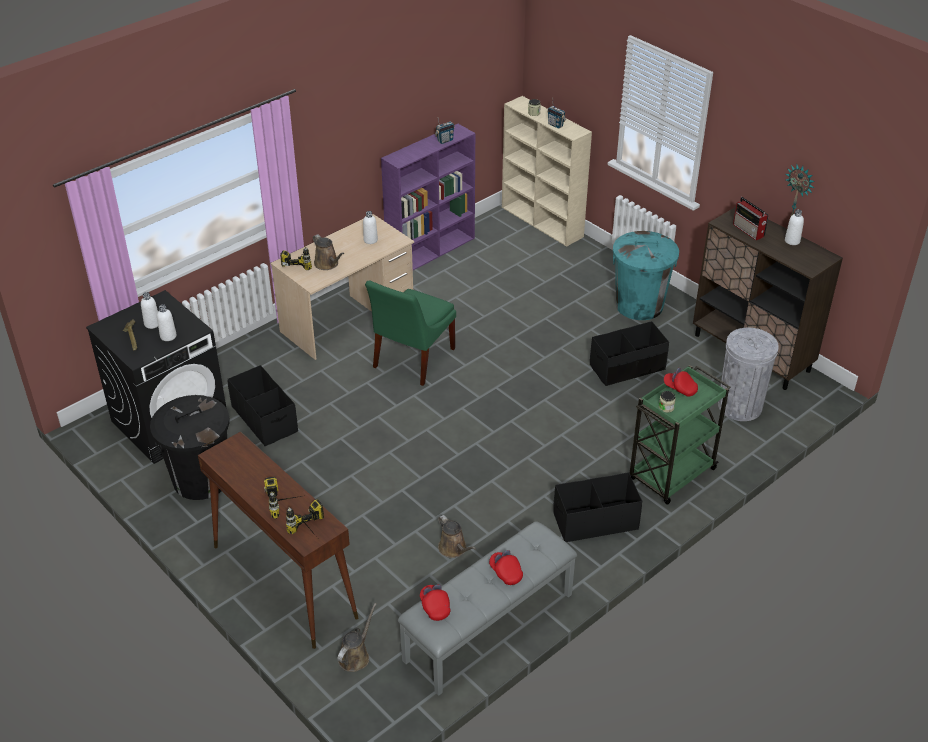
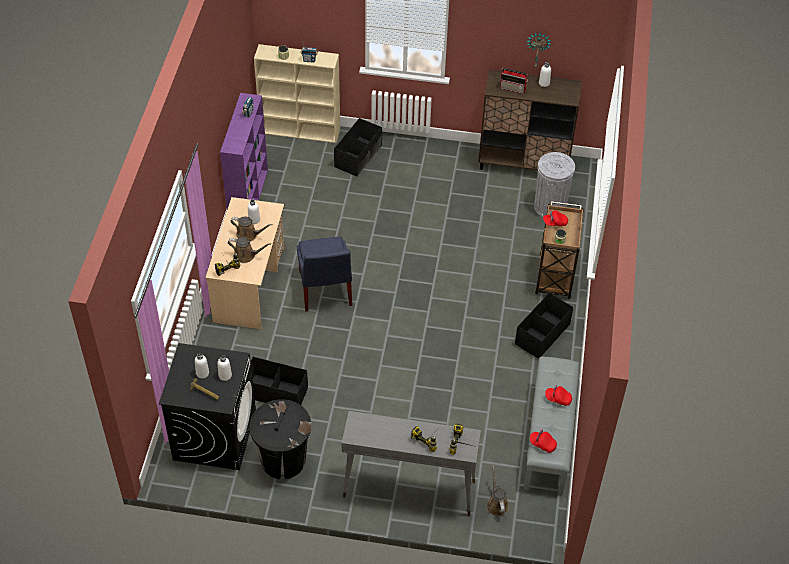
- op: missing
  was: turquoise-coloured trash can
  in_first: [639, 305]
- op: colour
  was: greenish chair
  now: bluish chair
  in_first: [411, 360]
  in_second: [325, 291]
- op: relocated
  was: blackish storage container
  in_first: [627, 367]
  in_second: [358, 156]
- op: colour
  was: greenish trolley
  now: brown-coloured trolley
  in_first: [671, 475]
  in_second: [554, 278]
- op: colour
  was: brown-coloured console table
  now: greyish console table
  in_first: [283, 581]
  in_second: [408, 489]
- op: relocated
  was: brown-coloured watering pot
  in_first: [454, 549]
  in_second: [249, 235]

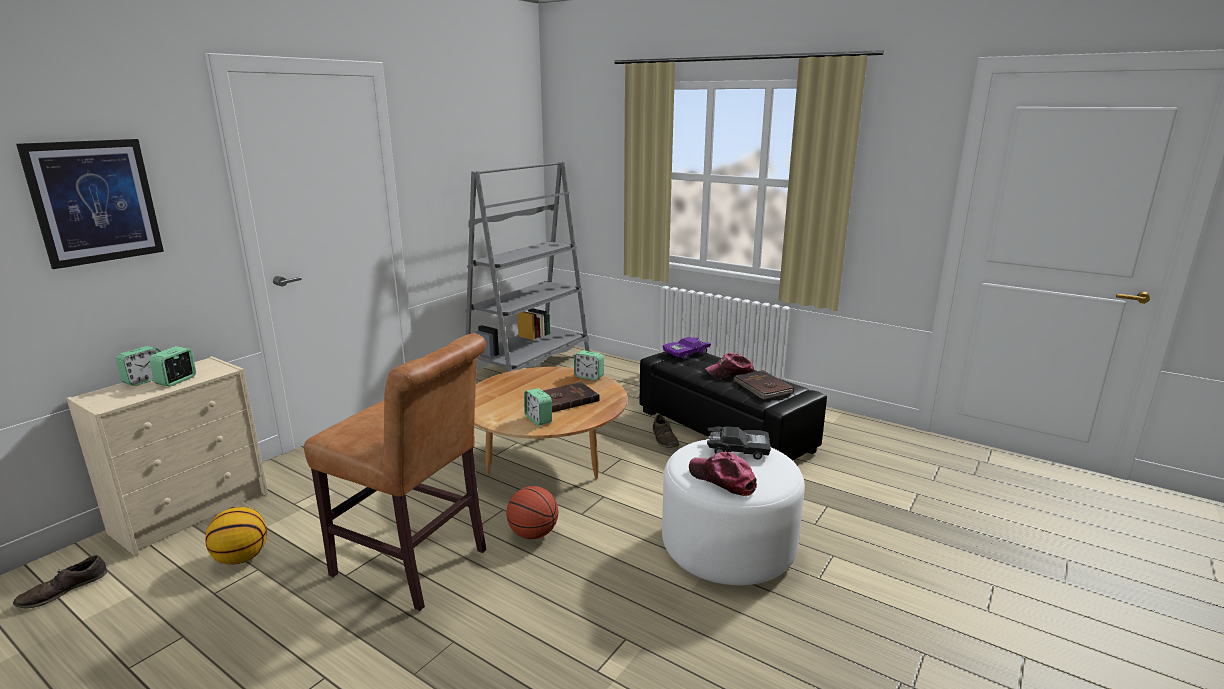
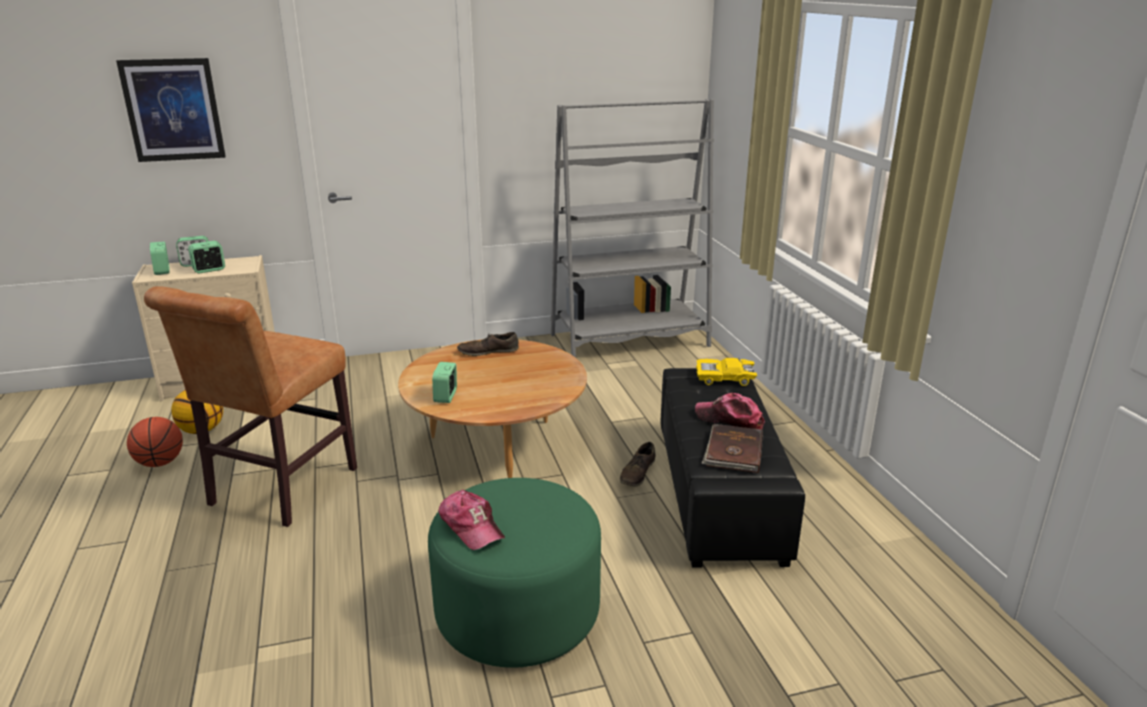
- op: spun
  was: brown-coloured chair
  in_first: [416, 565]
  in_second: [278, 490]
  clockwise: 45
- op: colour
  was: purple miniature car
  now: yellowish miniature car
  in_first: [686, 353]
  in_second: [725, 378]
- op: relocated
  was: table clock
  in_first: [589, 377]
  in_second: [162, 271]
- op: missing
  was: brown-coloured bound book
  in_first: [566, 399]
- op: missing
  was: blackish miniature car
  in_first: [737, 449]
- op: colour
  was: white-coloured pouffe
  now: greenish pouffe
  in_first: [728, 547]
  in_second: [517, 612]
- op: spun
  was: cap
  in_first: [722, 479]
  in_second: [471, 526]
  clockwise: 150
- op: relocated
  was: ball for basketball
  in_first: [533, 534]
  in_second: [160, 463]
- op: relocated
  was: brown-coloured low shoe
  in_first: [63, 590]
  in_second: [488, 351]

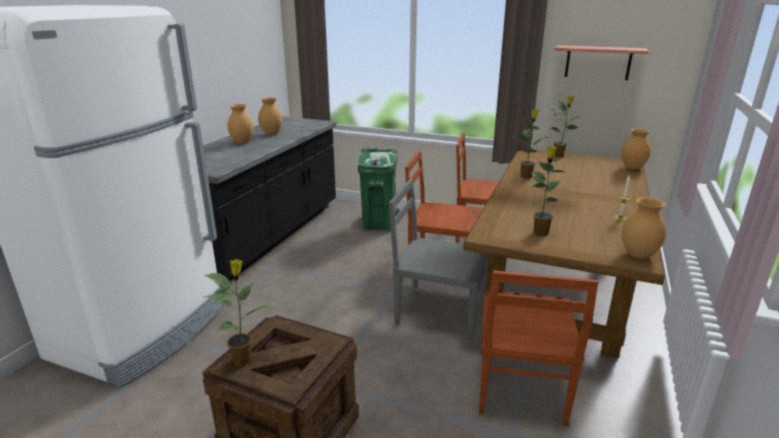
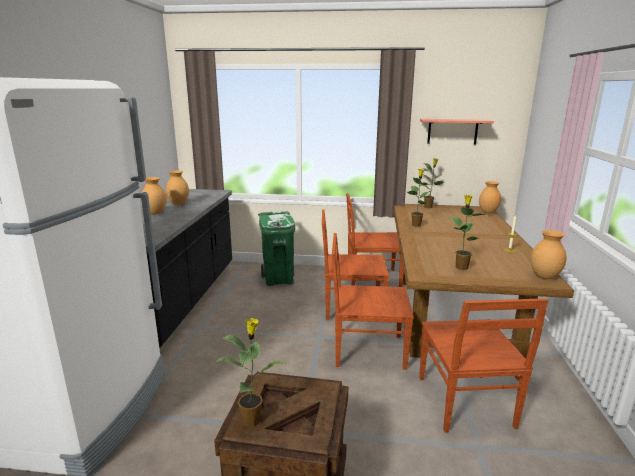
- op: colour
  was: greyish chair
  now: brown-coloured chair
  in_first: [437, 313]
  in_second: [367, 350]

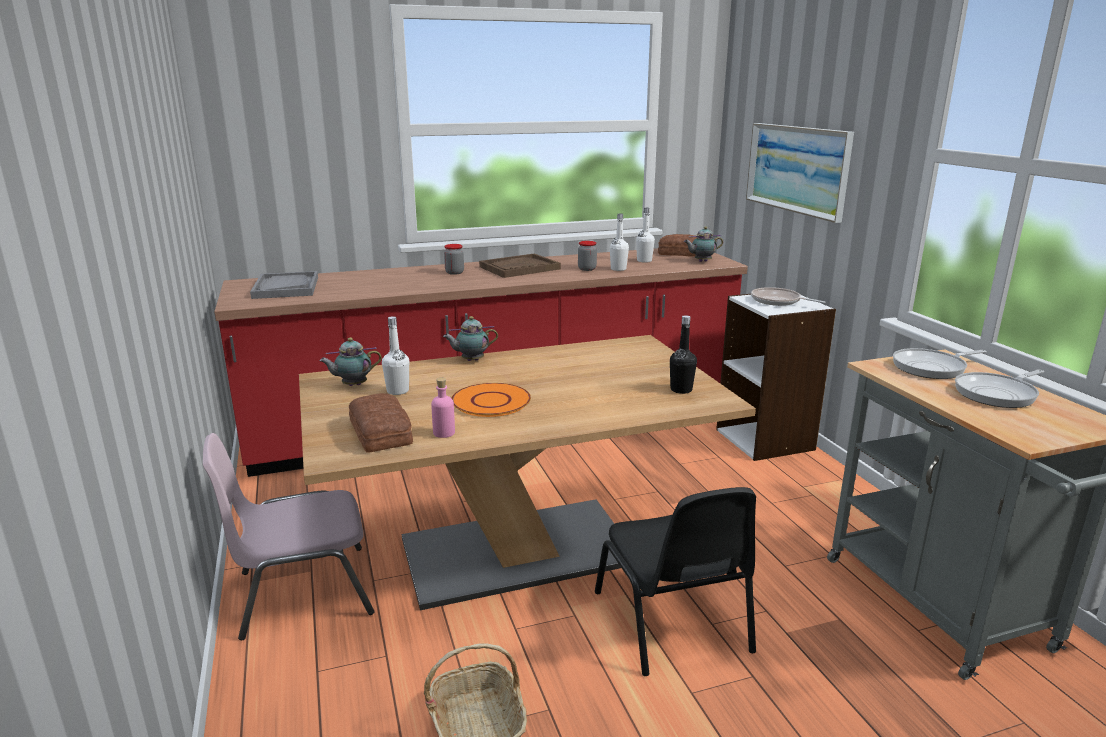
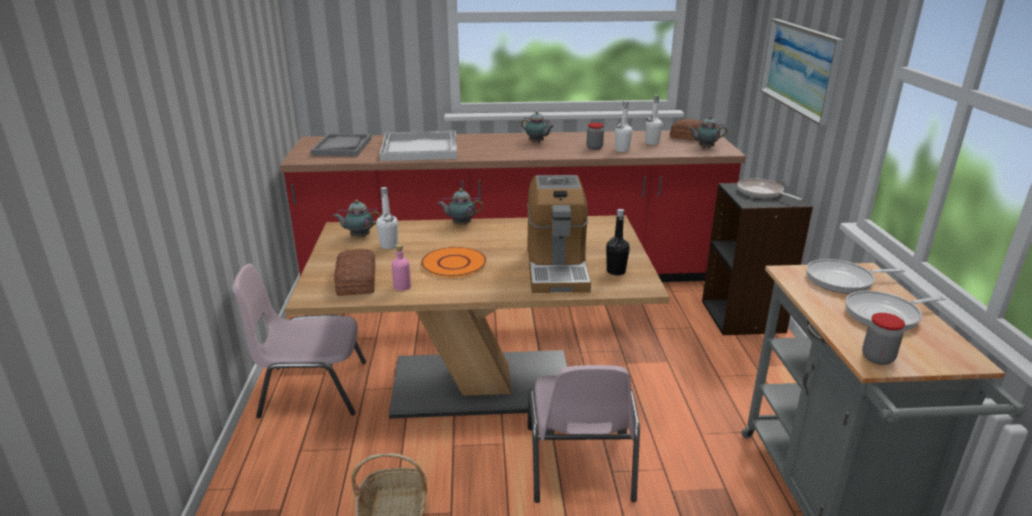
- op: relocated
  was: preserve jar
  in_first: [454, 272]
  in_second: [877, 358]
- op: exchanged
  was: brown-coloured tray
  now: tea pot
  in_first: [519, 268]
  in_second: [537, 142]
- op: colour
  was: white-coloured bookshelf
  now: blackish bookshelf
  in_first: [765, 439]
  in_second: [743, 316]
- op: colour
  was: blackish chair
  now: pink chair
  in_first: [673, 622]
  in_second: [579, 464]
- op: appeared
  now: white-coloured tray
  in_second: [419, 148]
- op: appeared
  now: coffee brewer
  in_second: [557, 268]

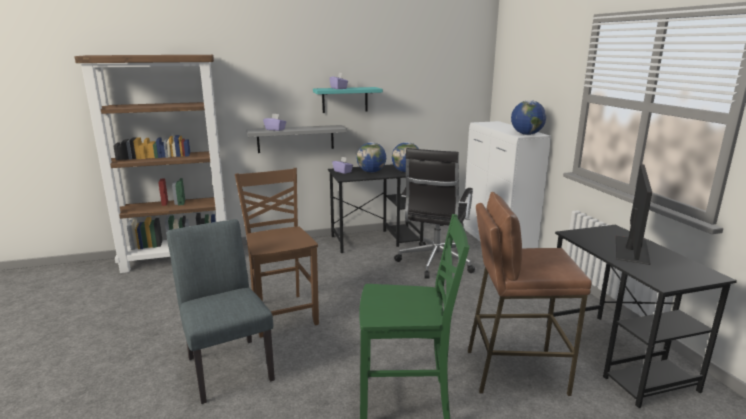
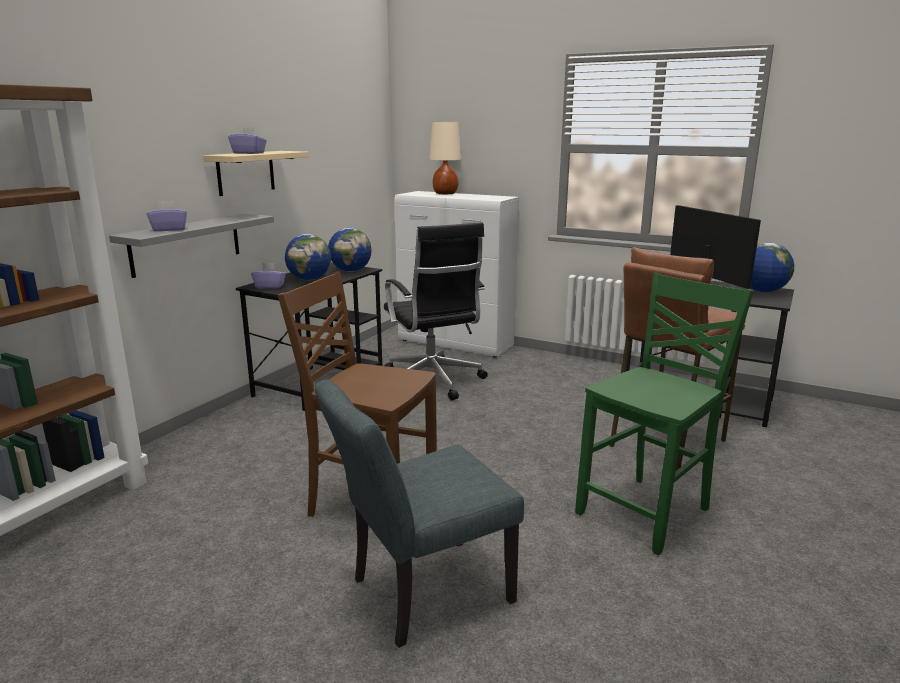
- op: colour
  was: turquoise-coloured shelf
  now: beige-coloured shelf
  in_first: [345, 100]
  in_second: [246, 172]
- op: relocated
  was: desk globe
  in_first: [526, 134]
  in_second: [762, 291]
- op: spun
  was: greyish chair
  in_first: [227, 364]
  in_second: [420, 594]
  clockwise: -45
- op: appeared
  now: beige-coloured lamp for a table
  in_second: [445, 194]

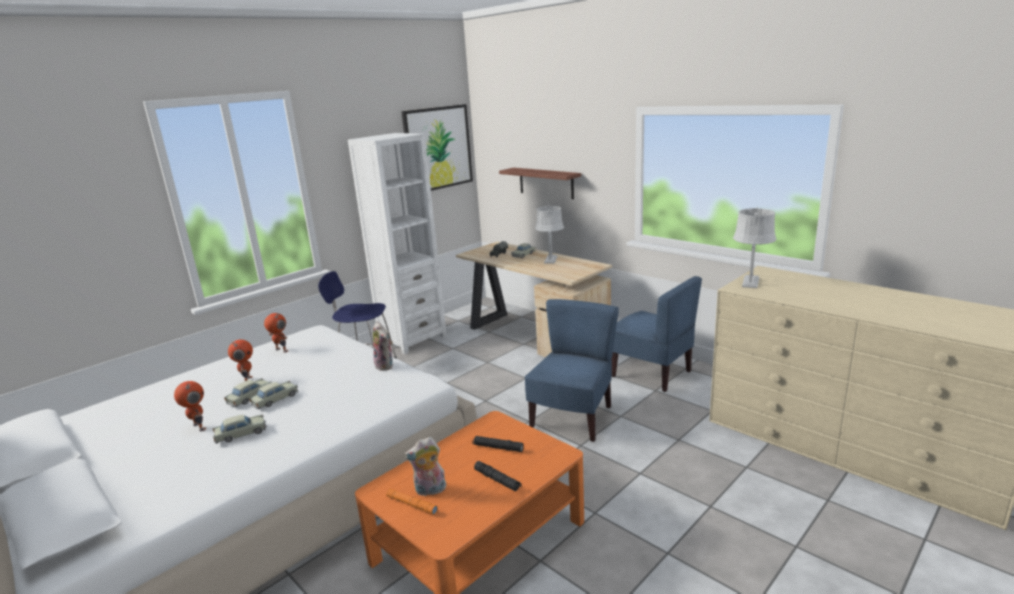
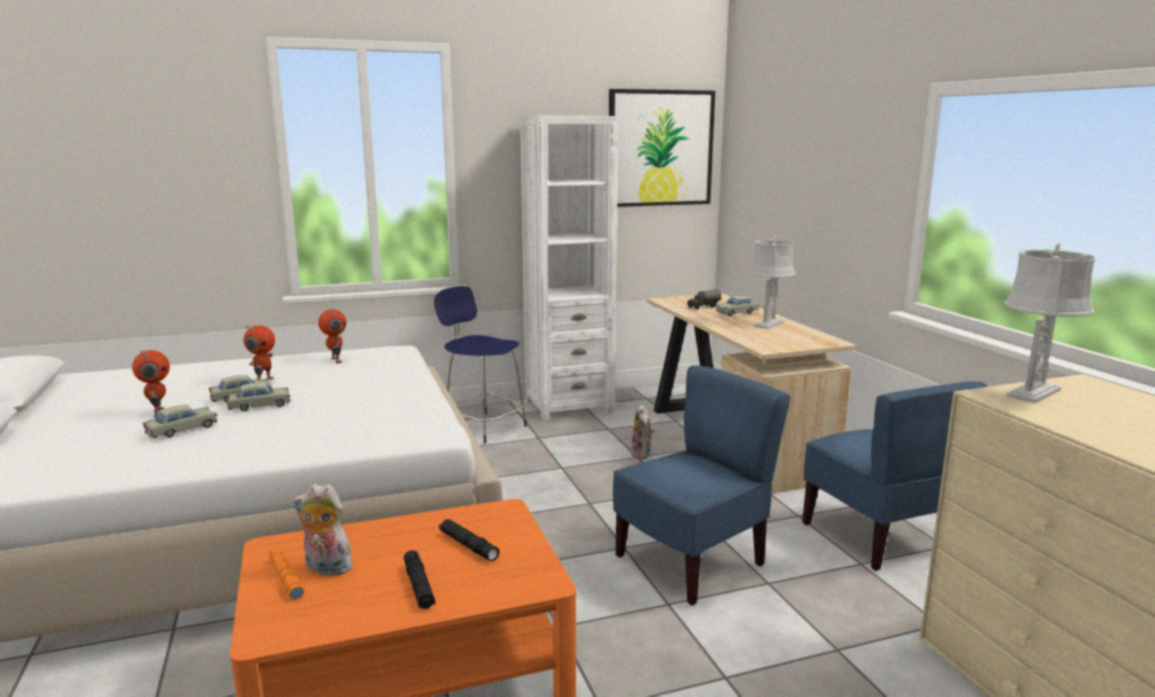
- op: missing
  was: shelf
  in_first: [546, 183]
- op: relocated
  was: cuddly toy
  in_first: [386, 365]
  in_second: [642, 455]
- op: spun
  was: beige-coloured miniature car
  in_first: [241, 434]
  in_second: [182, 430]
  clockwise: -45

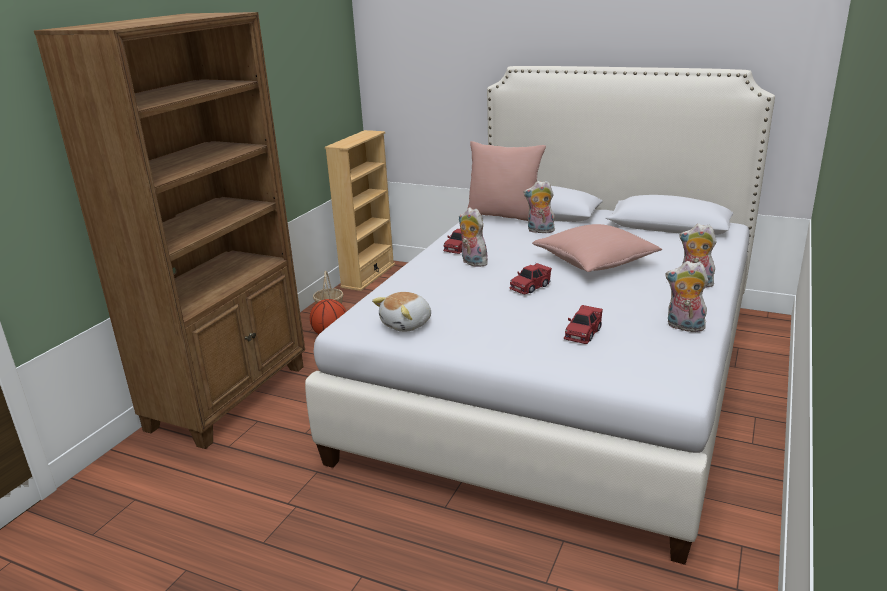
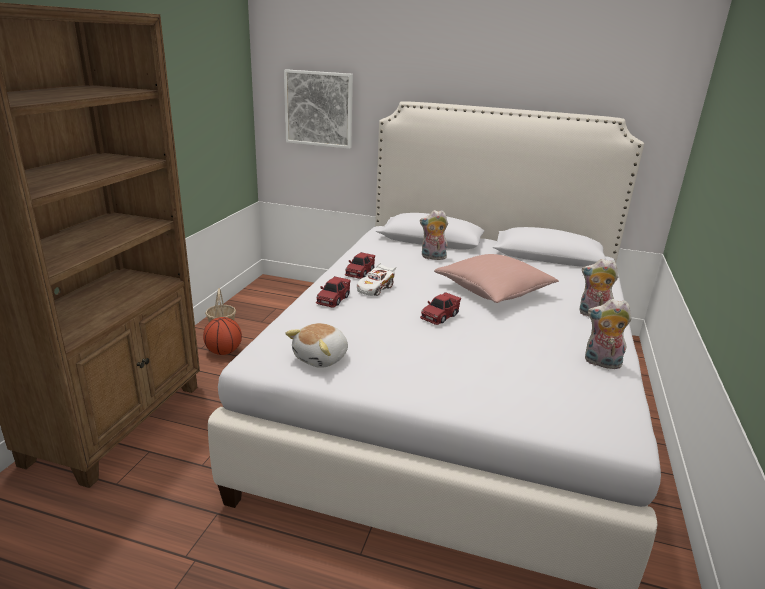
- op: missing
  was: beige-coloured bookshelf
  in_first: [368, 275]
- op: missing
  was: pink cushion
  in_first: [504, 217]
- op: exchanged
  was: cuddly toy
  now: white-coloured miniature car
  in_first: [472, 262]
  in_second: [375, 288]
- op: relocated
  was: red miniature car
  in_first: [583, 333]
  in_second: [333, 299]
- op: appeared
  now: wall art
  in_second: [319, 109]

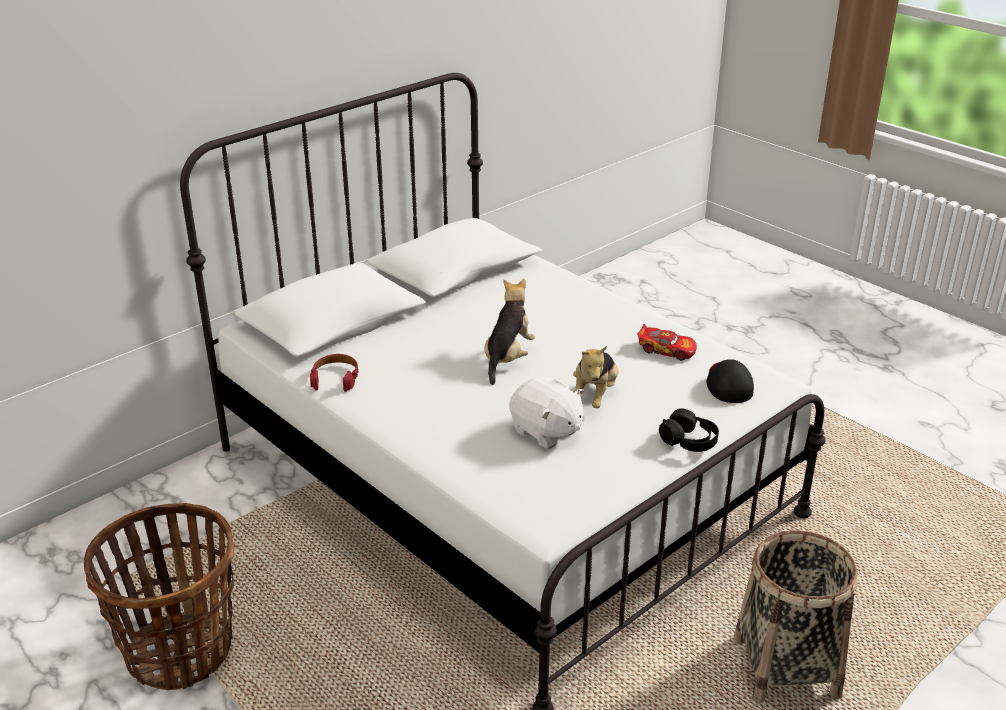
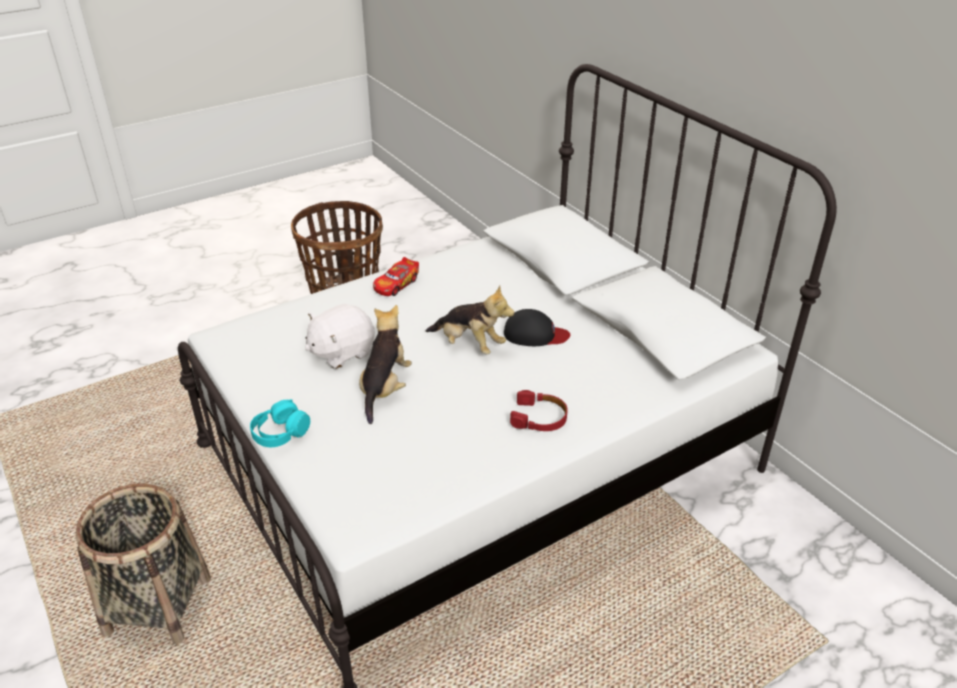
- op: relocated
  was: miniature car
  in_first: [666, 350]
  in_second: [396, 284]
- op: spun
  was: cuddly toy
  in_first: [594, 395]
  in_second: [385, 388]
  clockwise: 75
- op: relocated
  was: red pair of headphones
  in_first: [335, 378]
  in_second: [539, 418]
- op: relocated
  was: blackish cap
  in_first: [728, 384]
  in_second: [535, 334]
- op: colour
  was: blackish pair of headphones
  now: turquoise-coloured pair of headphones
  in_first: [689, 441]
  in_second: [280, 433]

